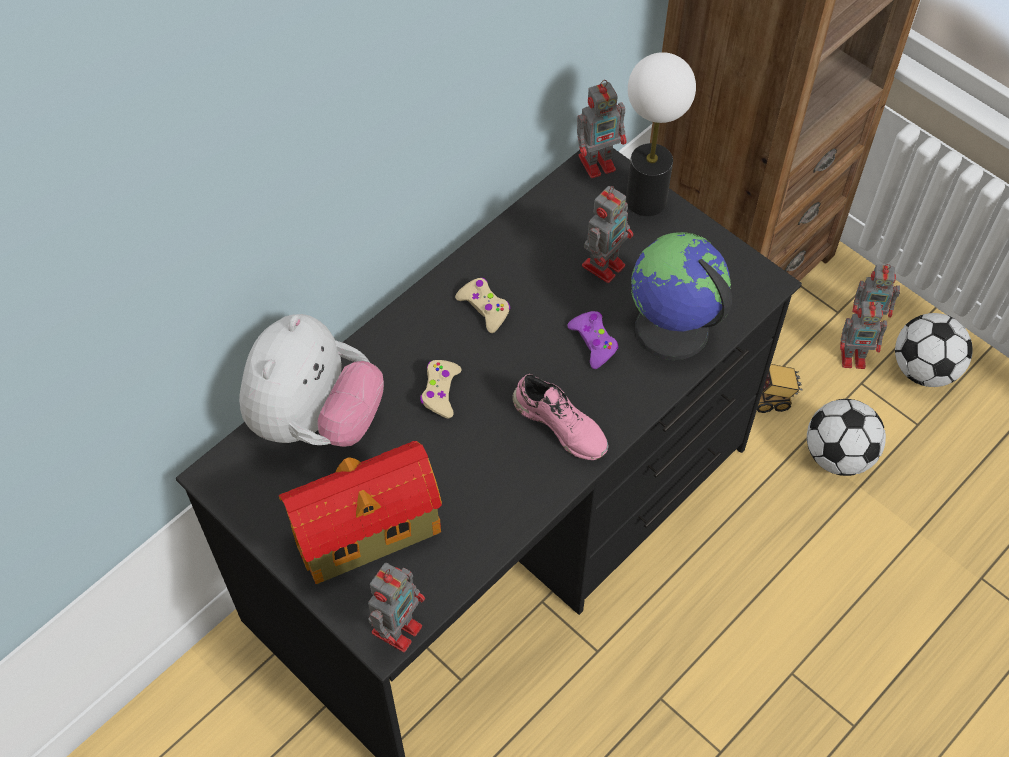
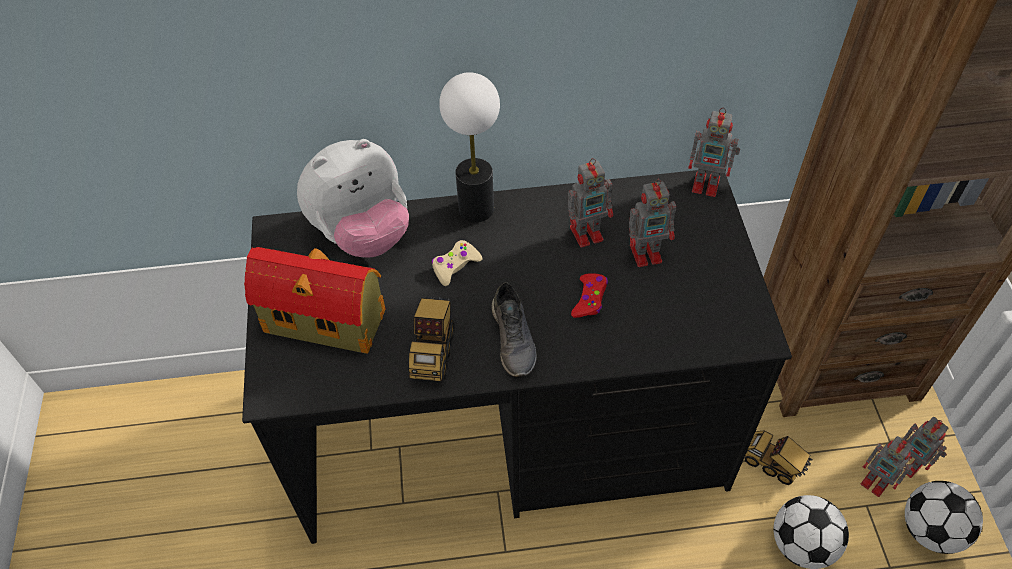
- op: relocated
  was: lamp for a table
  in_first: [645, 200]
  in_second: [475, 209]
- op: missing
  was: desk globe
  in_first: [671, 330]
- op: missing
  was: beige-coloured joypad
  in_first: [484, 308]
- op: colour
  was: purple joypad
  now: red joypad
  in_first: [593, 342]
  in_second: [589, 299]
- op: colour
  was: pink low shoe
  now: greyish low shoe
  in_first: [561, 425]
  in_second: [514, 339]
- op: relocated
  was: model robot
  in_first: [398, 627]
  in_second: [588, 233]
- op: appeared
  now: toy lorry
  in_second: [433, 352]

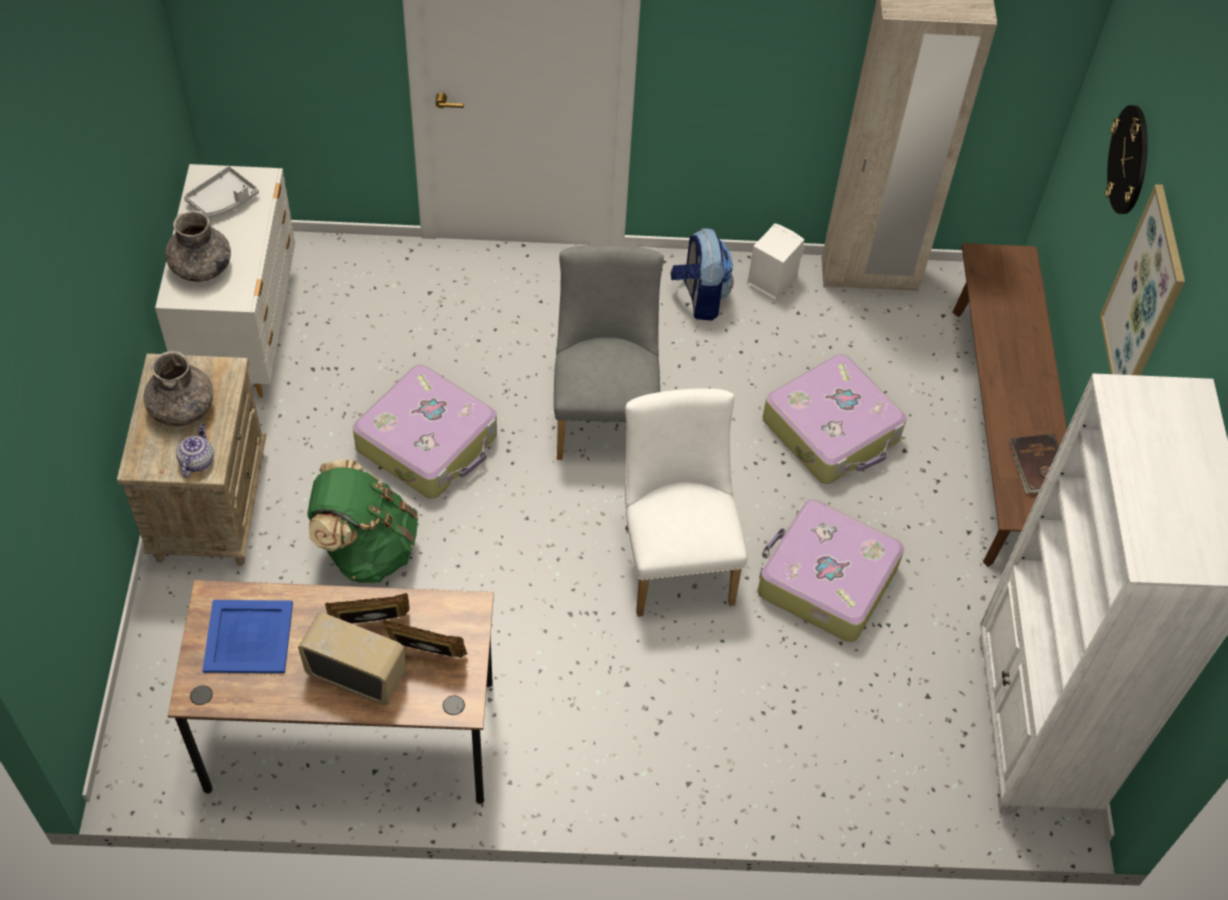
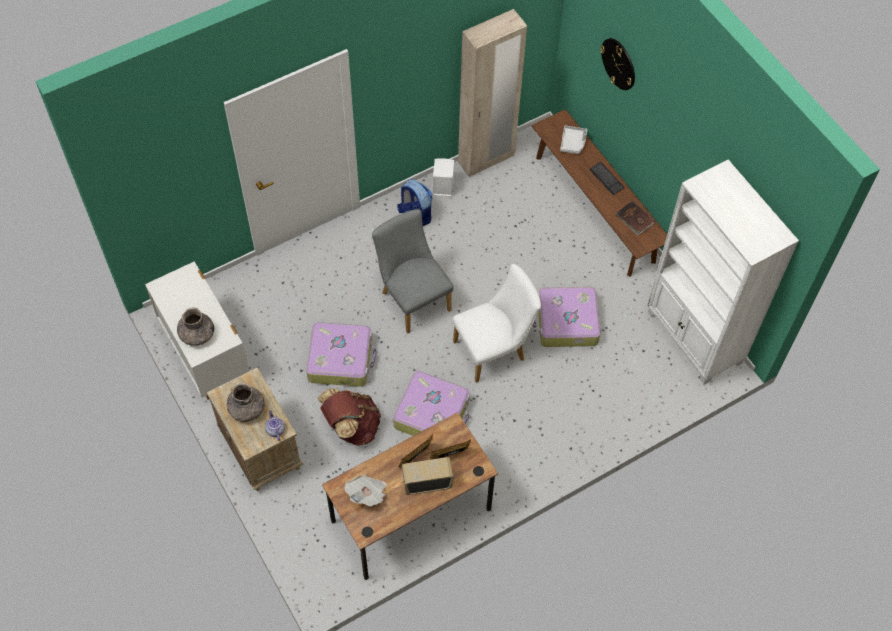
- op: relocated
  was: greyish tray
  in_first: [223, 200]
  in_second: [573, 142]
- op: missing
  was: wall art
  in_first: [1144, 299]
- op: relocated
  was: piece of luggage
  in_first: [832, 430]
  in_second: [432, 414]
- op: spun
  was: white-coloured chair
  in_first: [675, 557]
  in_second: [494, 350]
  clockwise: 105
- op: colour
  was: greenish backpack
  now: brown-coloured backpack
  in_first: [366, 549]
  in_second: [351, 427]
- op: exchanged
  was: bluish tray
  now: printed paper
  in_first: [249, 636]
  in_second: [367, 494]
- op: appeared
  now: keyboard
  in_second: [606, 179]

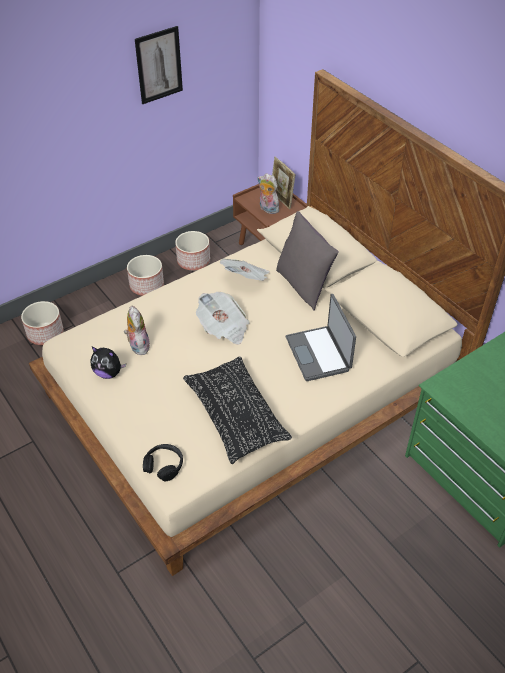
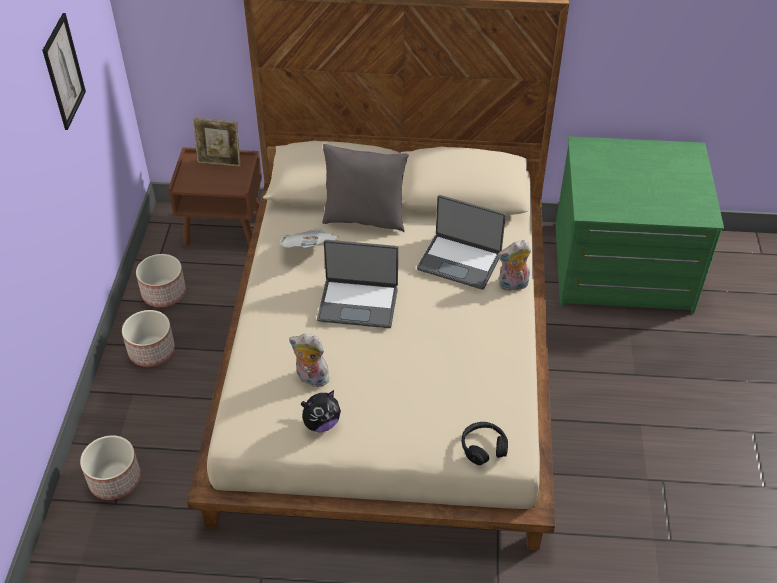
- op: relocated
  was: cuddly toy
  in_first: [267, 209]
  in_second: [513, 285]
- op: exchanged
  was: printed paper
  now: notebook computer
  in_first: [223, 328]
  in_second: [358, 303]
- op: missing
  was: blackish cushion
  in_first: [236, 416]

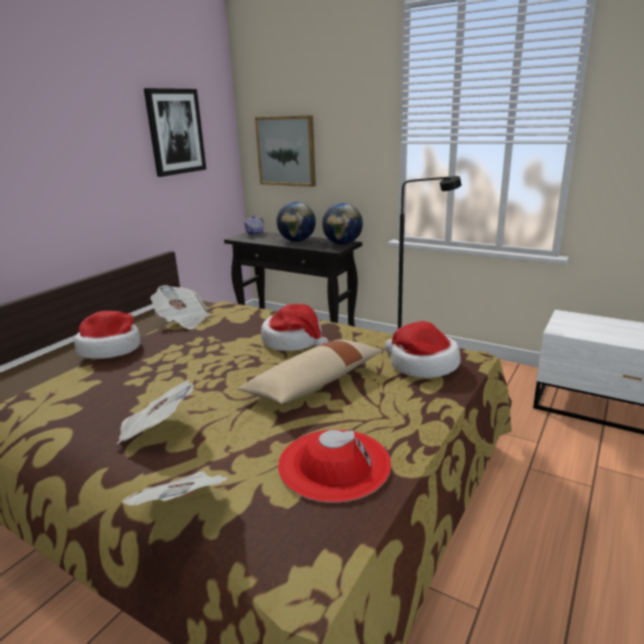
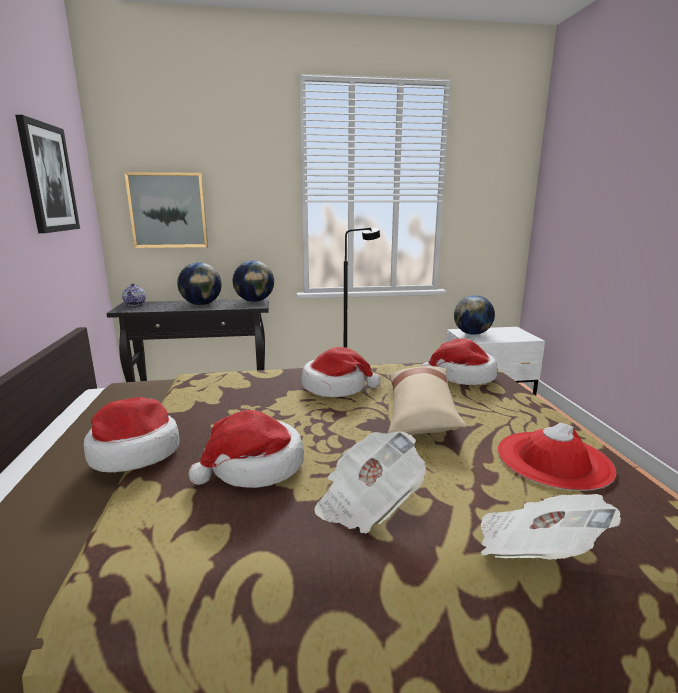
- op: missing
  was: printed paper
  in_first: [182, 320]
- op: appeared
  now: desk globe
  in_second: [472, 333]
- op: appeared
  now: clothing hat
  in_second: [255, 467]

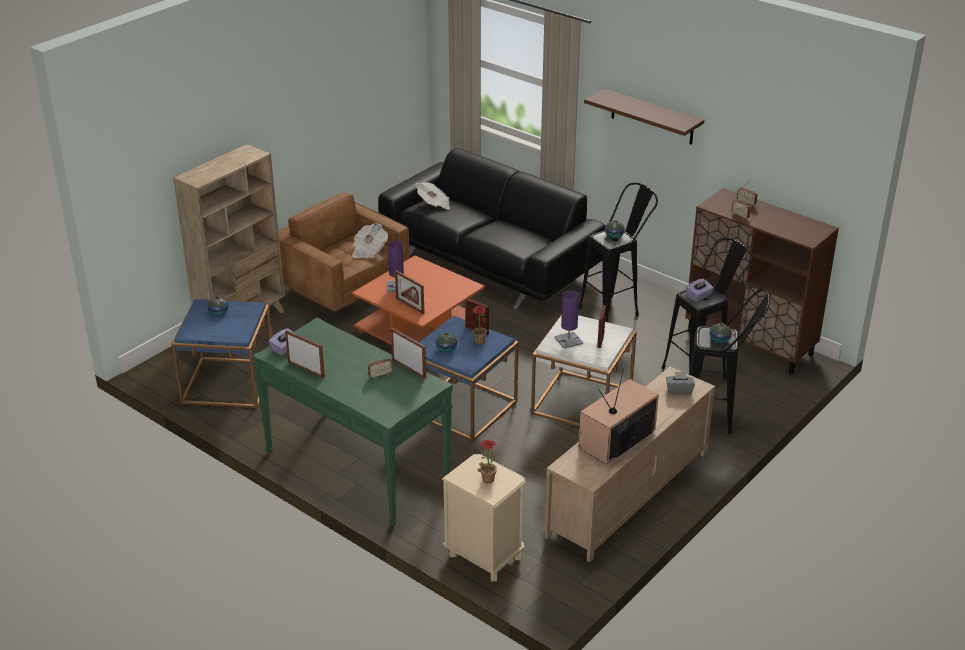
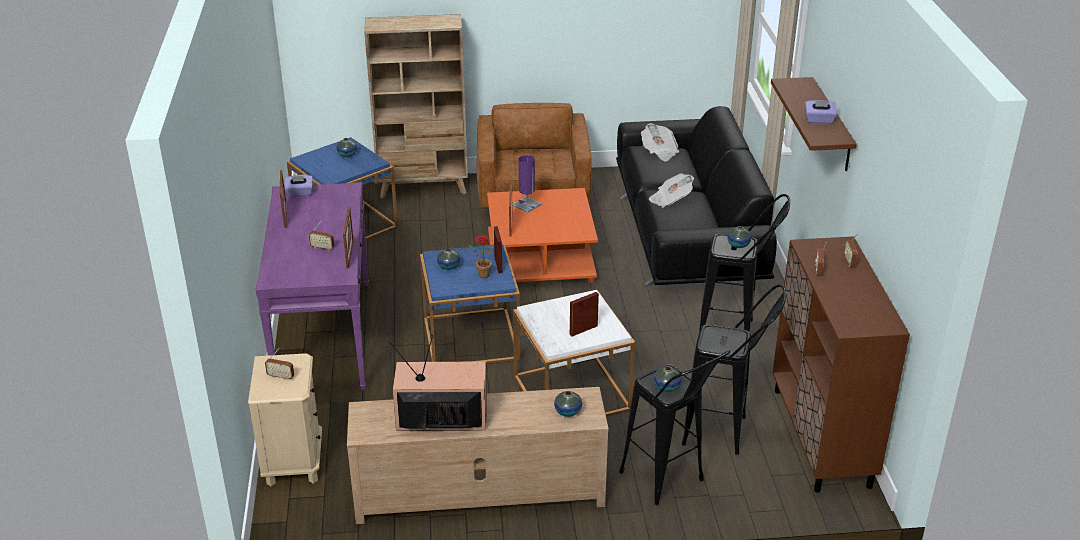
- op: relocated
  was: printed paper
  in_first: [368, 250]
  in_second: [670, 200]
- op: relocated
  was: purple box of tissues
  in_first: [698, 297]
  in_second: [819, 120]
- op: missing
  was: purple lamp for a table
  in_first: [568, 340]
- op: colour
  was: greenish console table
  now: purple console table
  in_first: [356, 467]
  in_second: [324, 335]
- op: exchanged
  was: greyish box of tissues
  now: decorative vase
  in_first: [679, 390]
  in_second: [568, 411]
- op: exchanged
  was: plant in a pot
  now: radio receiver
  in_first: [486, 478]
  in_second: [281, 377]

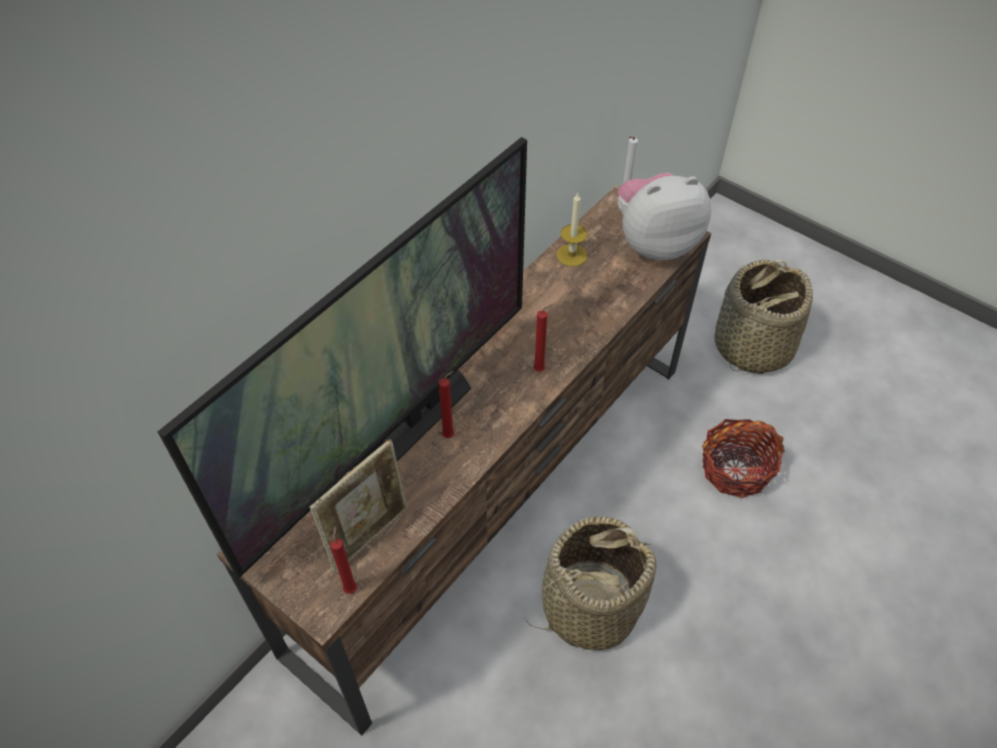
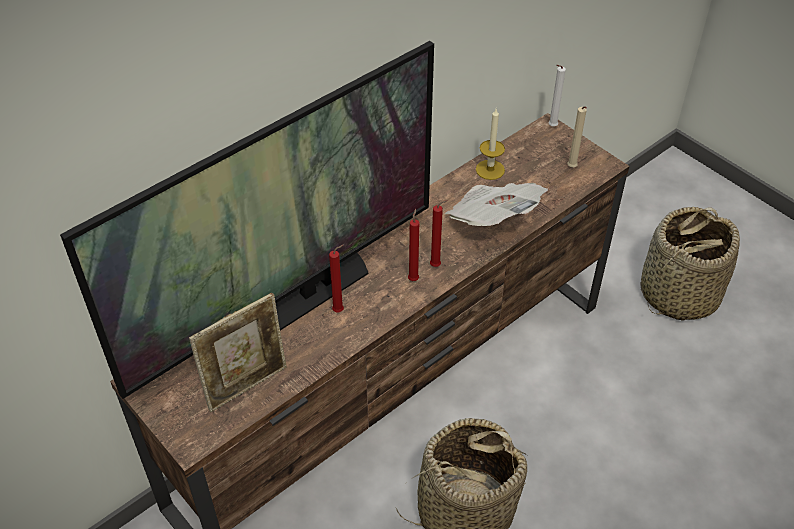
- op: exchanged
  was: cuddly toy
  now: beige-coloured candle
  in_first: [654, 243]
  in_second: [572, 168]
- op: missing
  was: household basket
  in_first: [735, 469]
- op: relocated
  was: red candle
  in_first: [351, 587]
  in_second: [413, 278]
- op: appeared
  now: printed paper
  in_second: [493, 220]

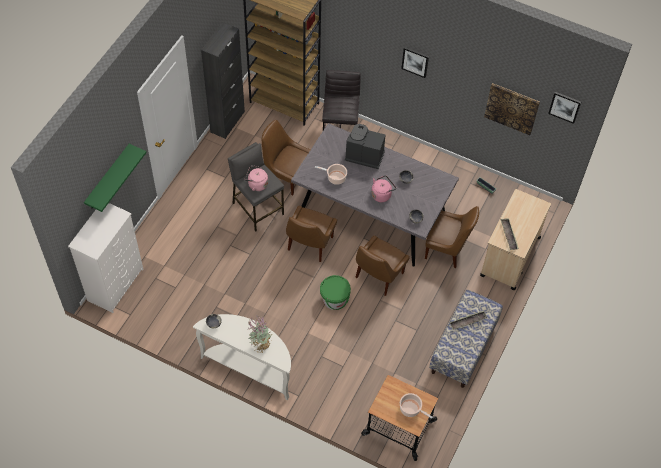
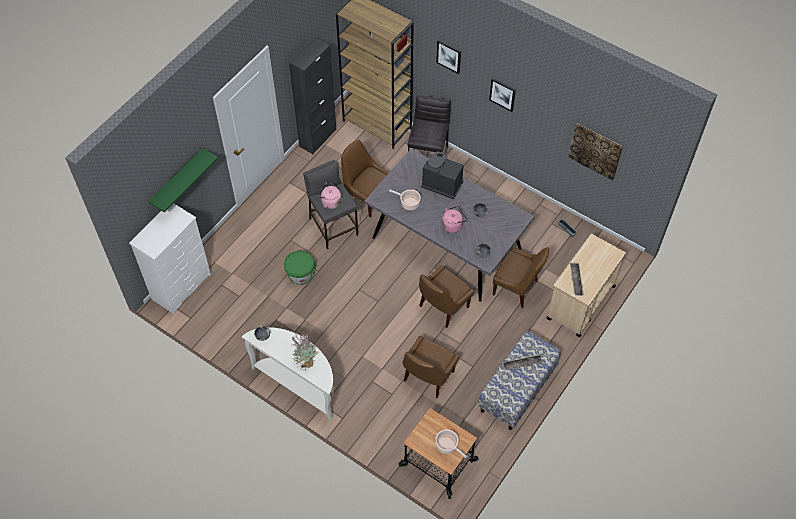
- op: relocated
  was: wall art
  in_first: [565, 107]
  in_second: [449, 56]
- op: relocated
  was: brown-coloured chair
  in_first: [309, 245]
  in_second: [427, 377]
- op: relocated
  was: greenish bucket
  in_first: [334, 299]
  in_second: [300, 275]

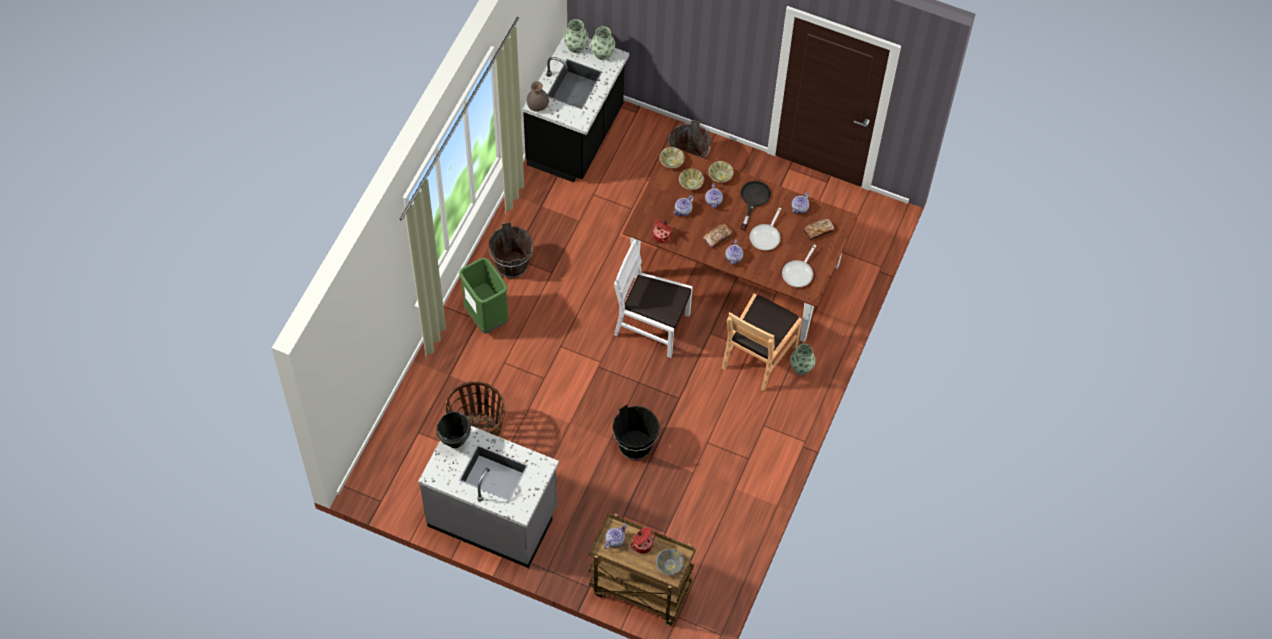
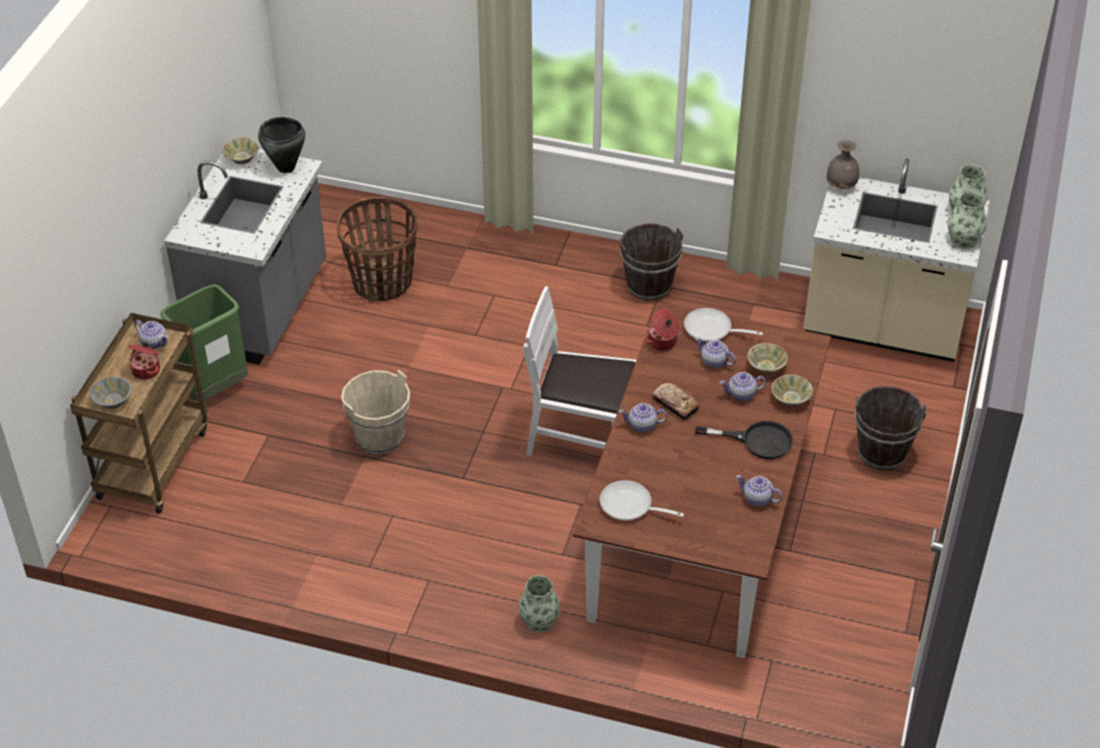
- op: colour
  was: blackish counter
  now: beige-coloured counter
  in_first: [576, 138]
  in_second: [883, 328]
- op: relocated
  was: beige-coloured deep dish
  in_first: [671, 162]
  in_second: [241, 158]
- op: relocated
  was: skillet
  in_first: [766, 236]
  in_second: [712, 330]
- op: missing
  was: baked bread
  in_first: [818, 231]
- op: spun
  was: white-coloured chair
  in_first: [652, 325]
  in_second: [581, 437]
  clockwise: -90
- op: relocated
  was: greenish trash can
  in_first: [486, 318]
  in_second: [214, 389]
- op: missing
  was: brown-coloured chair
  in_first: [758, 356]
- op: colour
  was: blackish bucket
  now: beige-coloured bucket
  in_first: [635, 445]
  in_second: [379, 436]

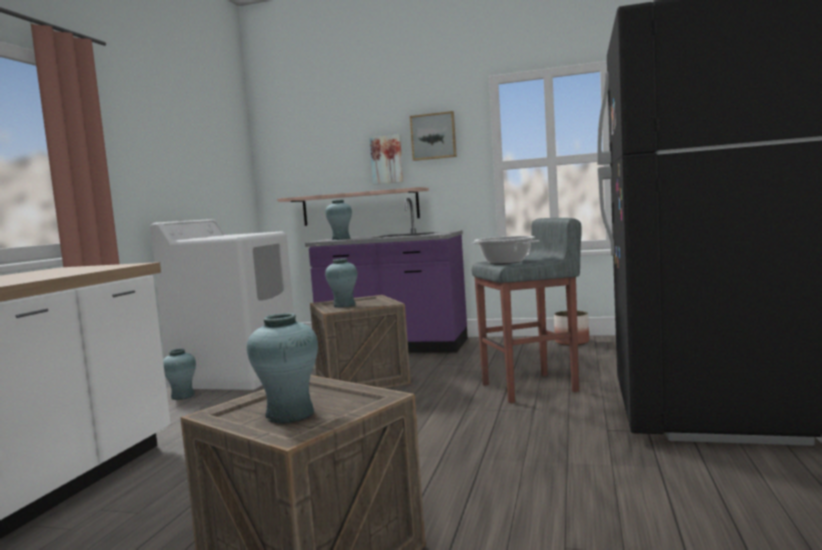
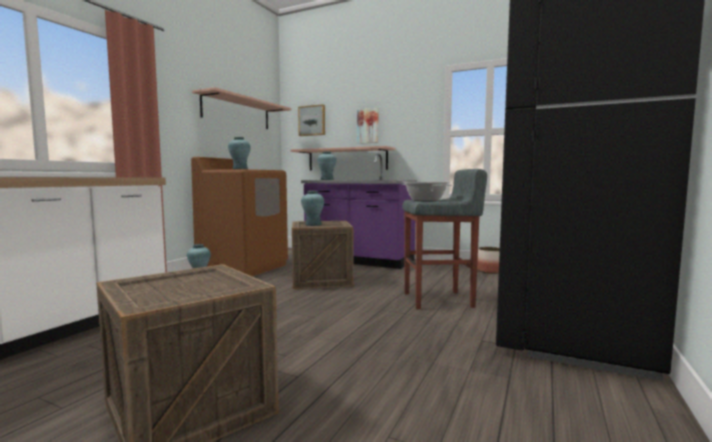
- op: relocated
  was: wall art
  in_first: [433, 136]
  in_second: [312, 120]
- op: colour
  was: white-coloured laundry machine
  now: brown-coloured laundry machine
  in_first: [237, 375]
  in_second: [244, 267]
- op: relocated
  was: turquoise-coloured decorative vase
  in_first: [290, 415]
  in_second: [240, 169]
- op: appeared
  now: shelf
  in_second: [237, 112]

